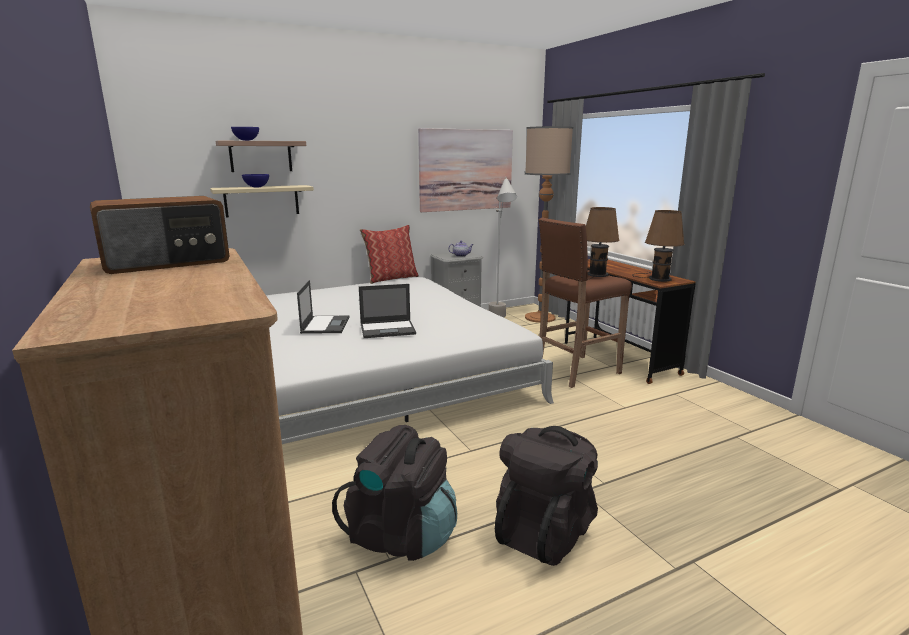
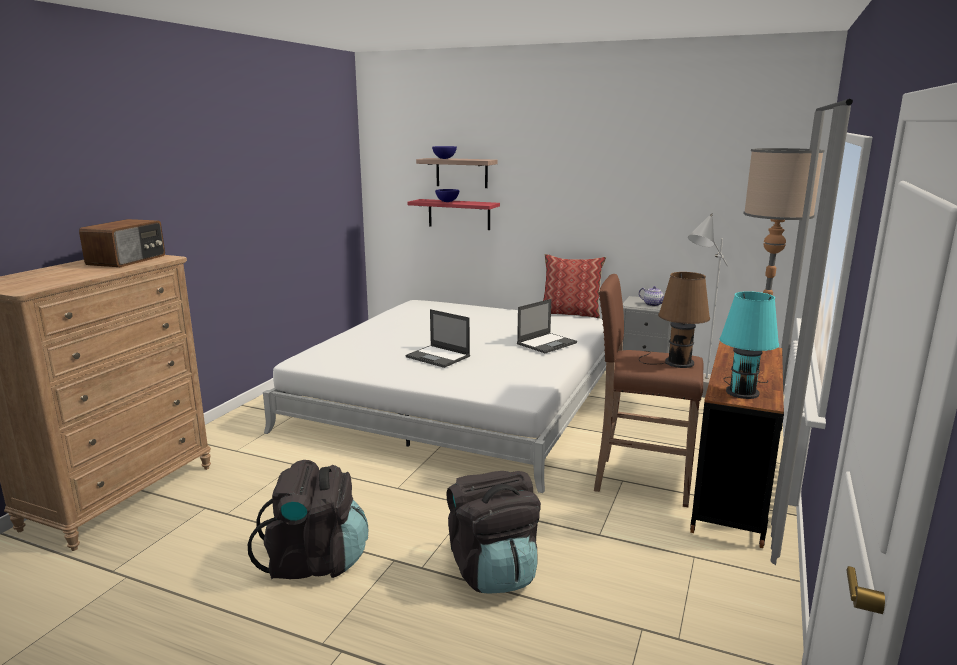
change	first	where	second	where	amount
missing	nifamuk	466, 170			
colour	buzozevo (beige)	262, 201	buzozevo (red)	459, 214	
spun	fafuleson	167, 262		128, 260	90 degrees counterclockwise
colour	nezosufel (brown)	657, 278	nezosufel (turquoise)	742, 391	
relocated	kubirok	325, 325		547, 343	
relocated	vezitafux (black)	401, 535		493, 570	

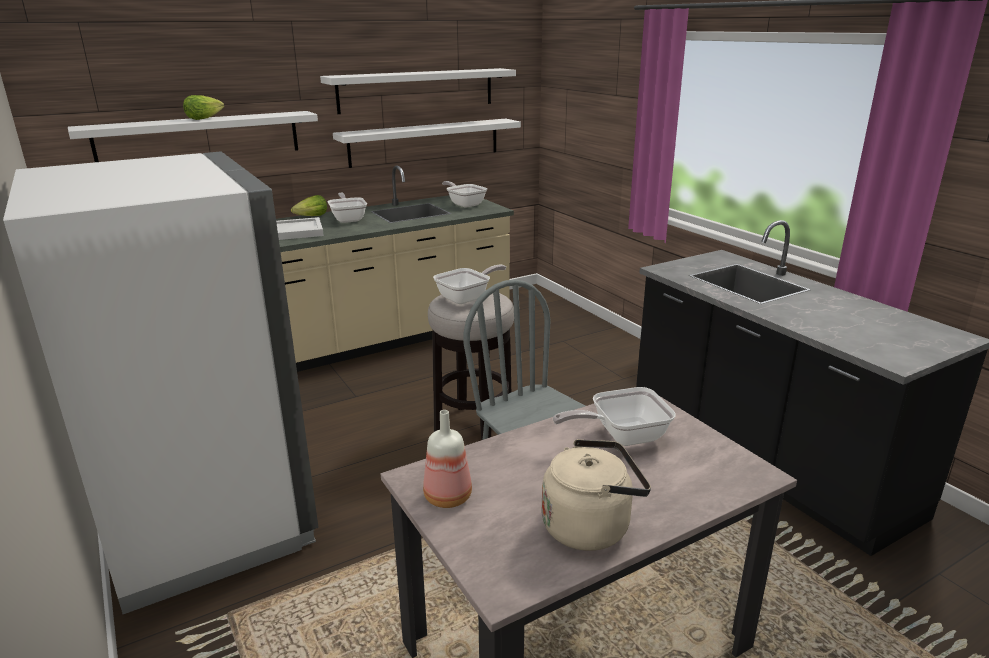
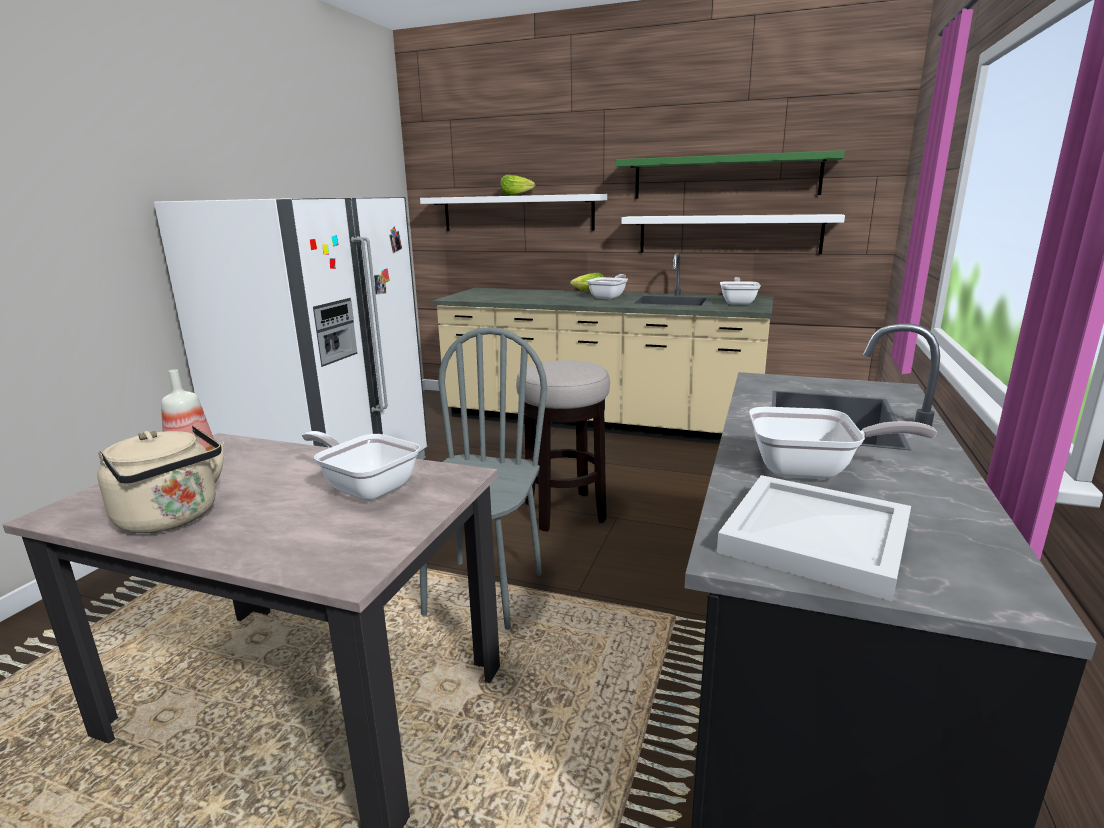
change	first	where	second	where	amount
colour	buzozevo (white)	417, 90	buzozevo (green)	725, 177	
relocated	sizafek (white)	296, 232		812, 538	
relocated	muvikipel	467, 298		812, 470	

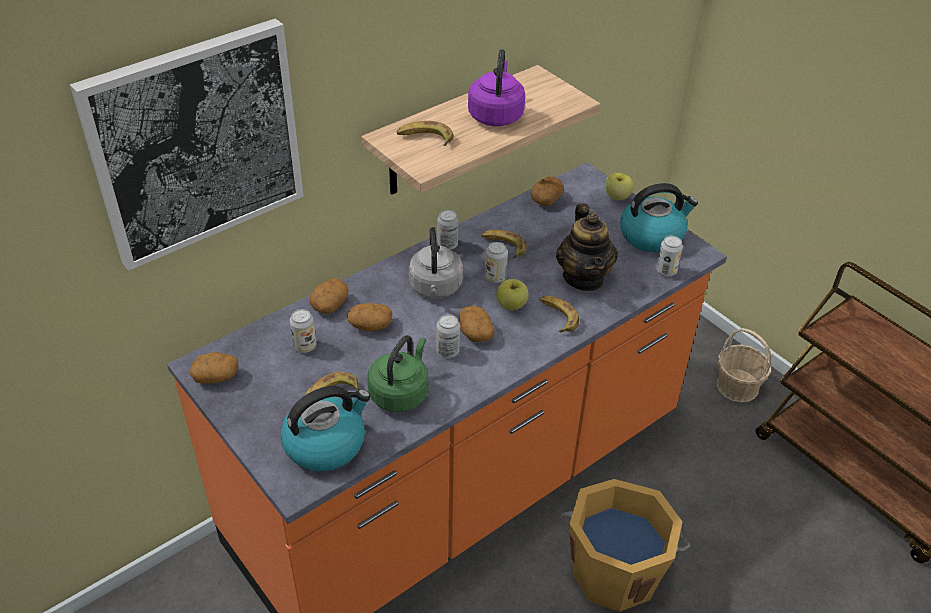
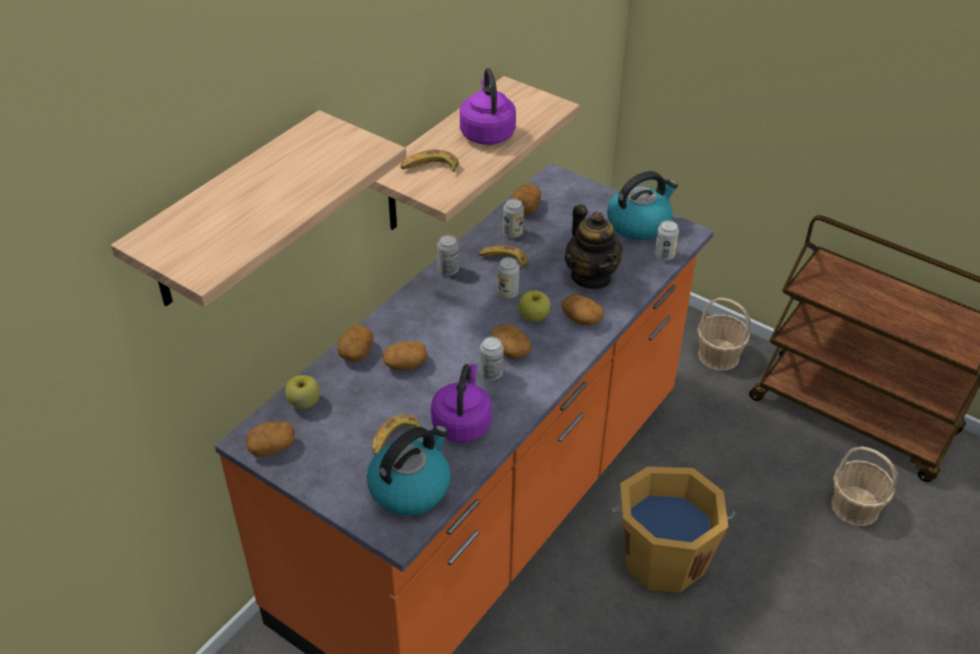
change	first	where	second	where	amount
exchanged	nifamuk	196, 143	buzozevo	230, 213	
relocated	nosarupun	617, 197		304, 403	
missing	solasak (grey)	435, 288			
exchanged	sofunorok	557, 316	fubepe	581, 319	
relocated	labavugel	305, 346		512, 233	
colour	solasak (green)	400, 392	solasak (purple)	462, 422	
appeared			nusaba	855, 506	

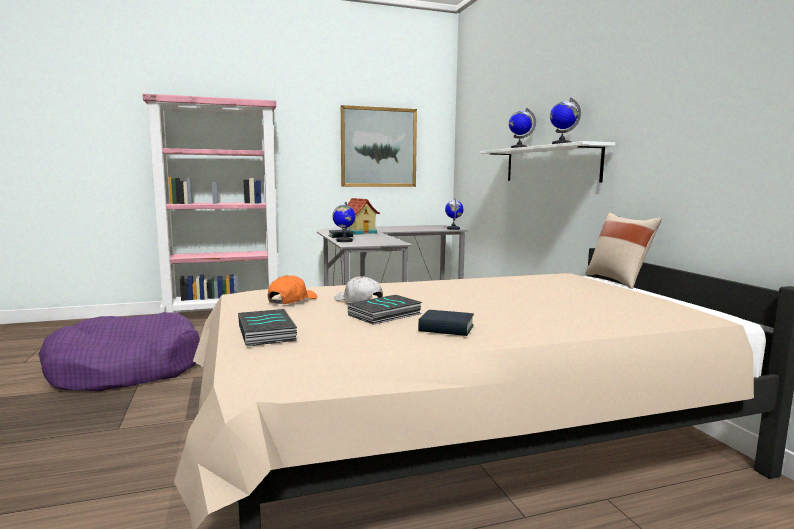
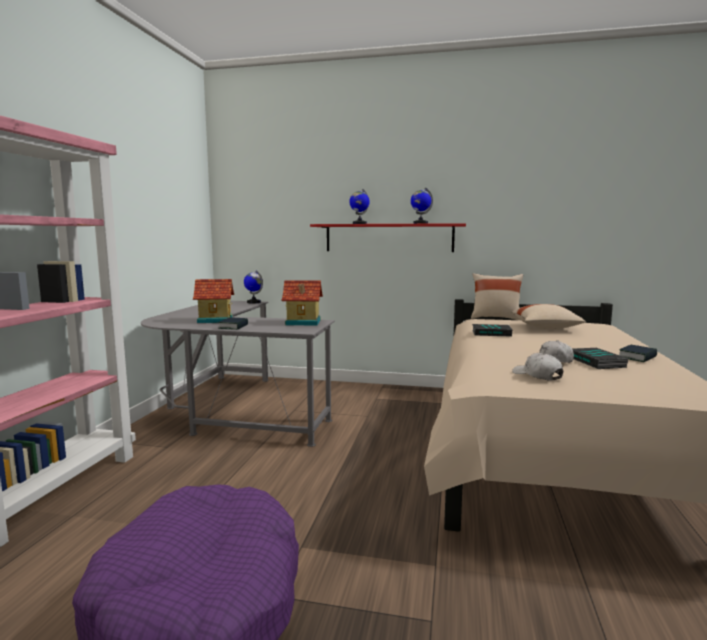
change	first	where	second	where	amount
missing	nifamuk	378, 147			
colour	buzozevo (white)	549, 164	buzozevo (red)	389, 238	
missing	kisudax	344, 241			
colour	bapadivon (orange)	292, 300	bapadivon (white)	537, 376	
relocated	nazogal	268, 333		491, 333	
appeared			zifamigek	303, 322	
appeared			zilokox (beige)	546, 328	

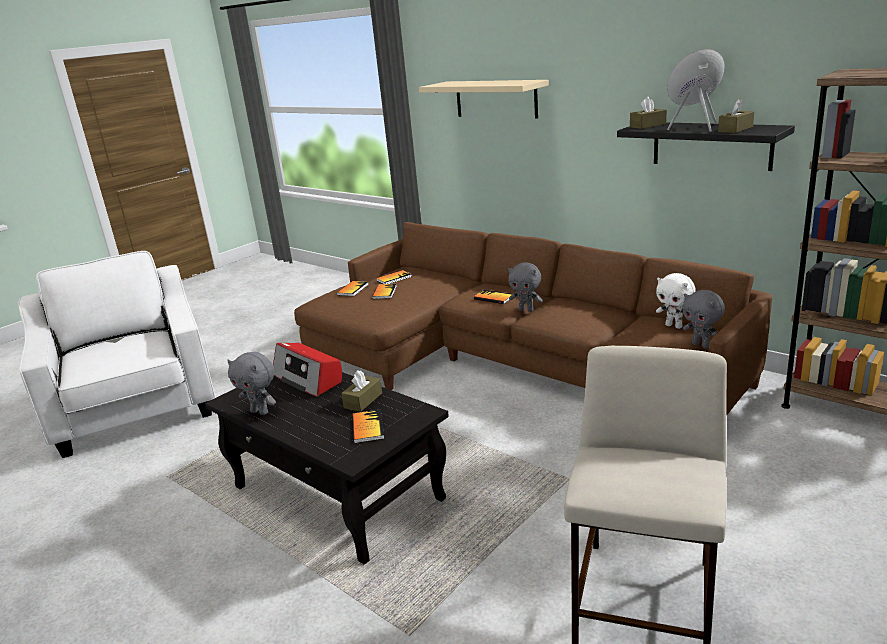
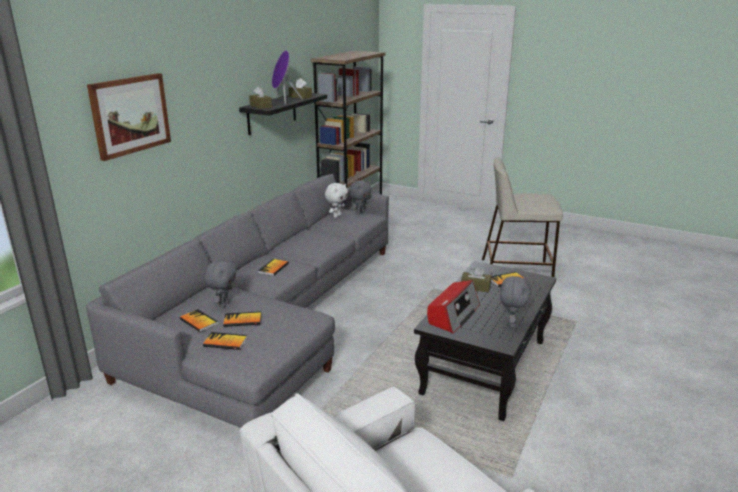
change	first	where	second	where	amount
exchanged	buzozevo (beige)	495, 99	nifamuk	130, 115	
colour	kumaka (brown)	503, 358	kumaka (grey)	273, 319	
relocated	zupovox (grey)	526, 310		223, 304	

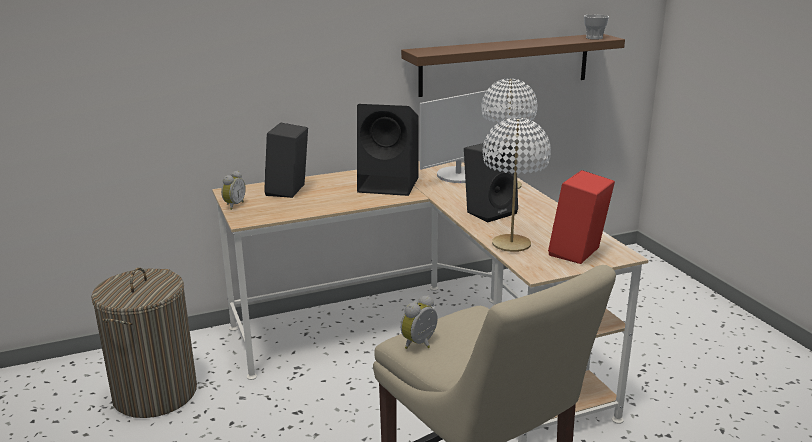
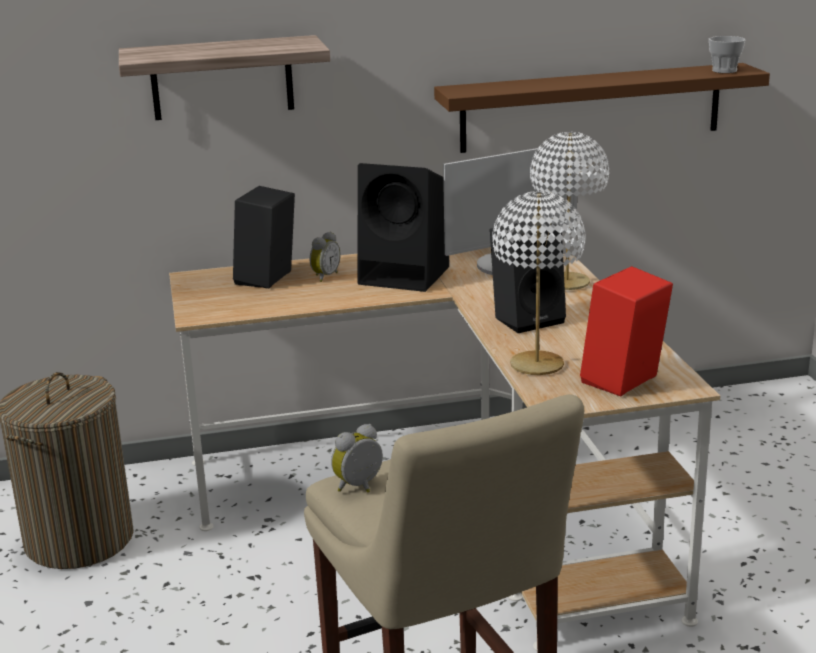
change	first	where	second	where	amount
relocated	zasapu	233, 205		324, 276	
appeared			buzozevo	222, 78	

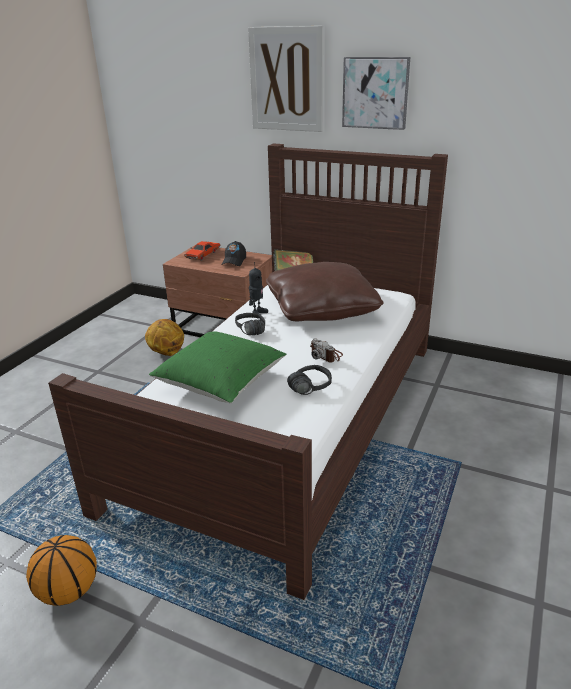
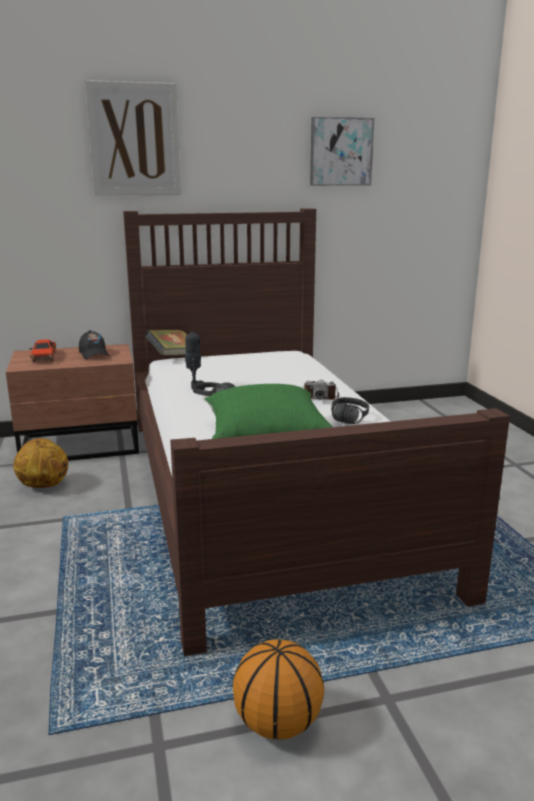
change	first	where	second	where	amount
relocated	nifamuk	375, 93		340, 152	
missing	zilokox (brown)	321, 309			

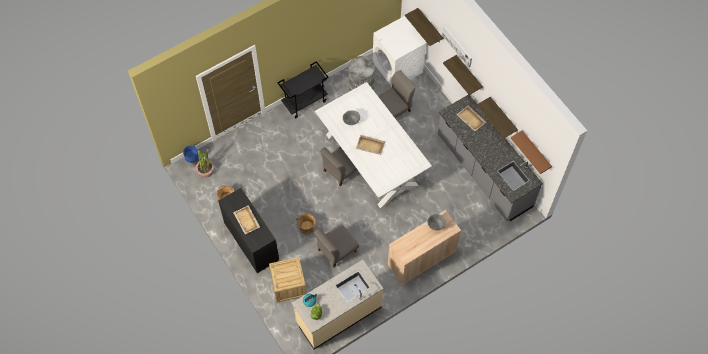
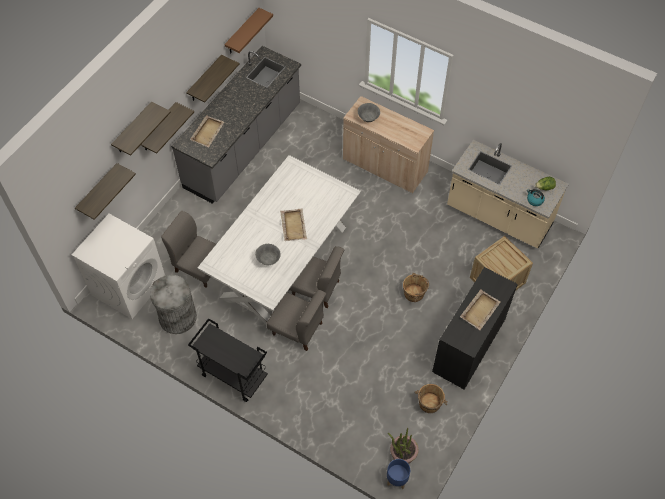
change	first	where	second	where	amount
exchanged	nifamuk	457, 46	buzozevo	133, 129	
relocated	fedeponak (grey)	336, 250		297, 329	

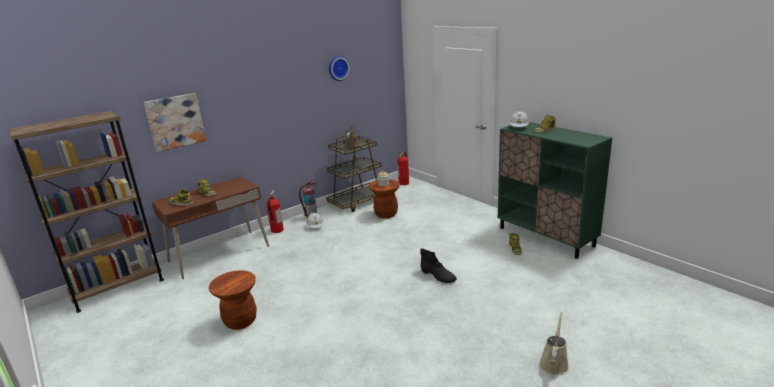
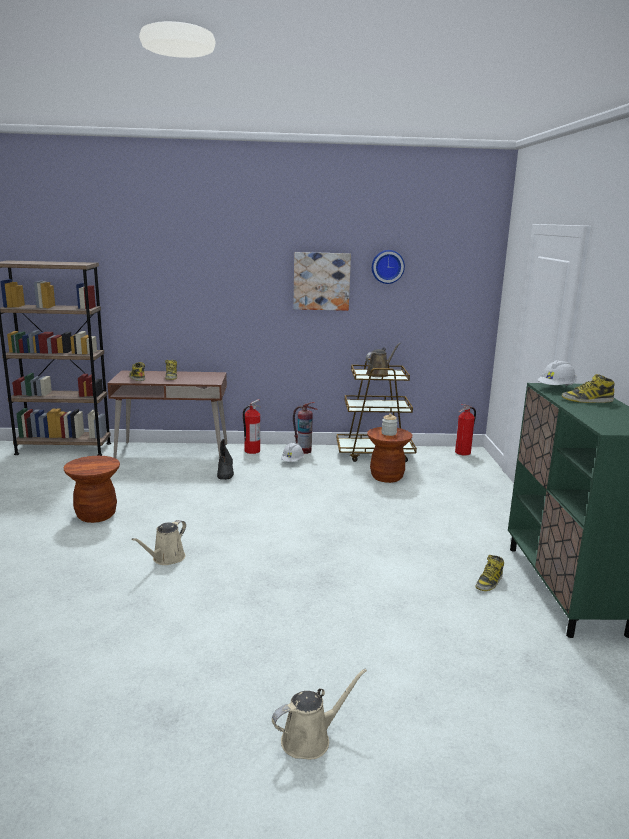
change	first	where	second	where	amount
relocated	nifamuk	175, 121		321, 281	
relocated	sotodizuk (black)	438, 276		225, 473	
appeared			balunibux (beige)	166, 559	

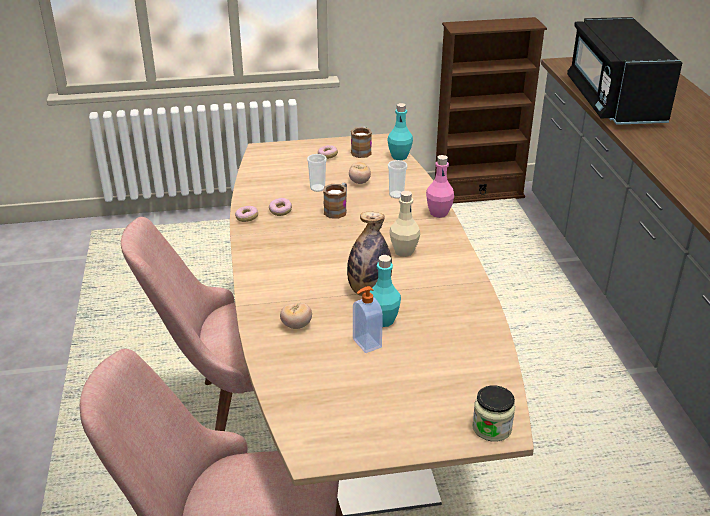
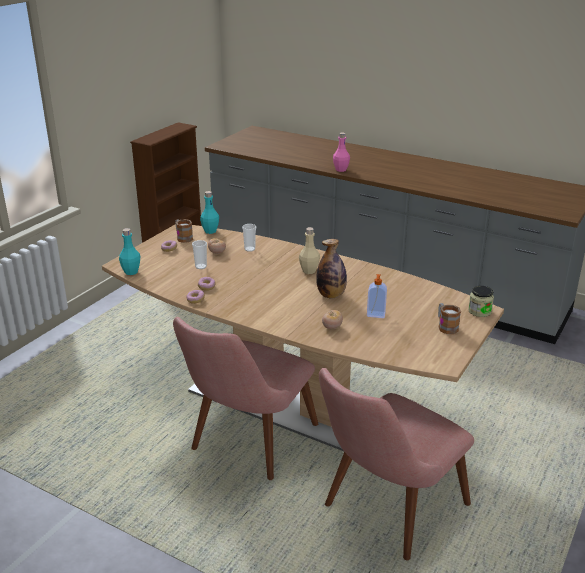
change	first	where	second	where	amount
missing	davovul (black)	614, 101			
relocated	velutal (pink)	438, 213		341, 170	
relocated	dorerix	337, 210		446, 326	
relocated	velutal (turquoise)	383, 320		131, 272	

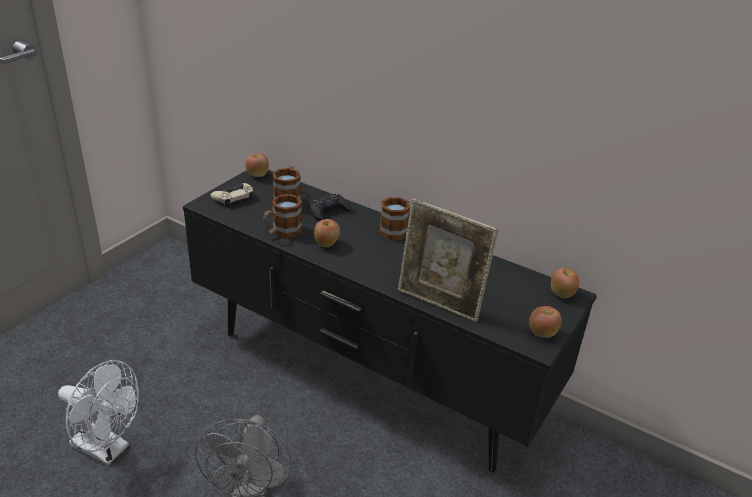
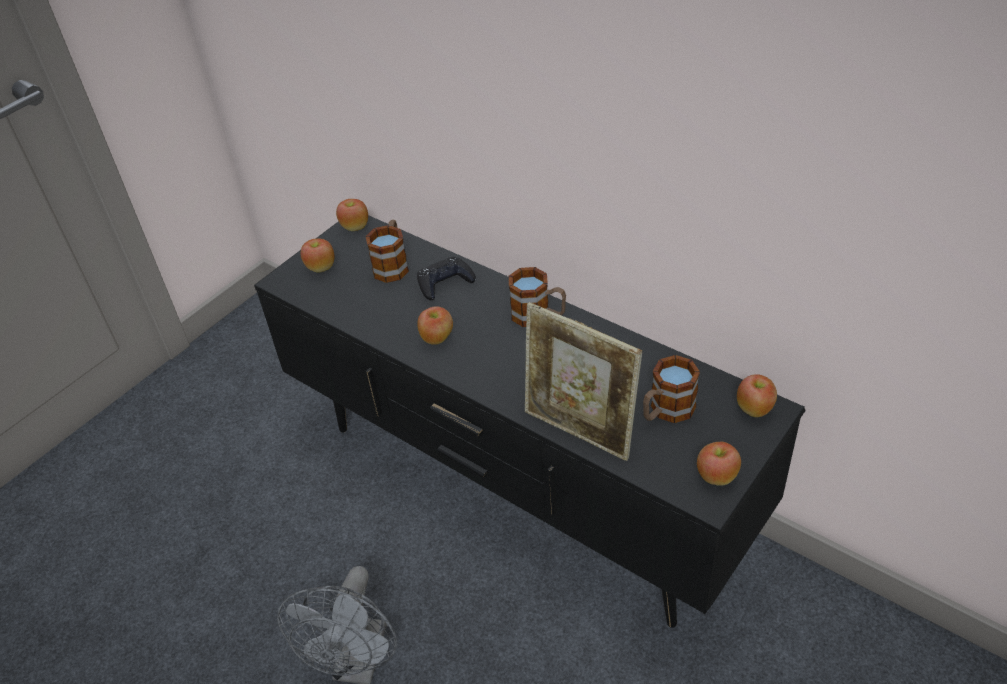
change	first	where	second	where	amount
exchanged	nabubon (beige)	233, 198	nosarupun	321, 268	
relocated	dorerix	282, 232		666, 411	
missing	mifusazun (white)	107, 449			

